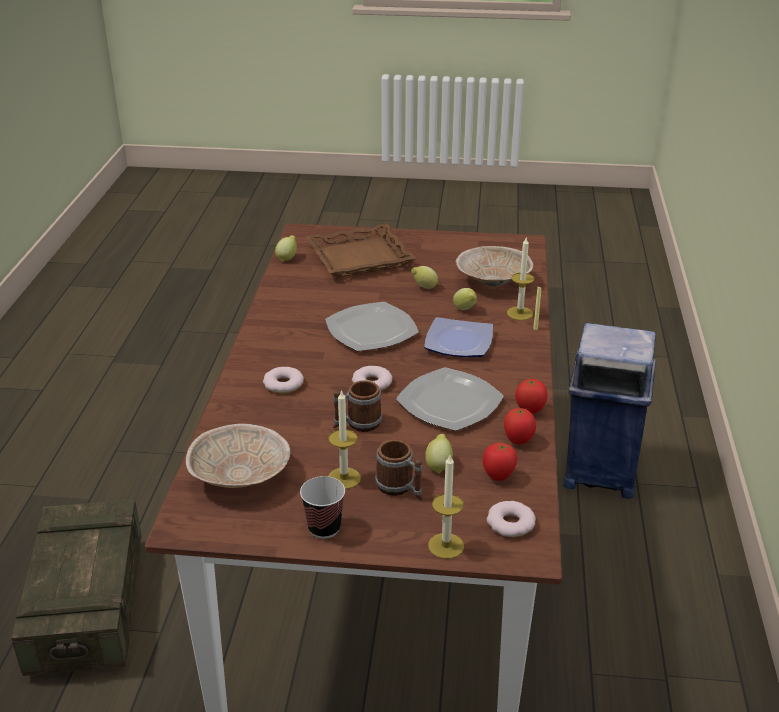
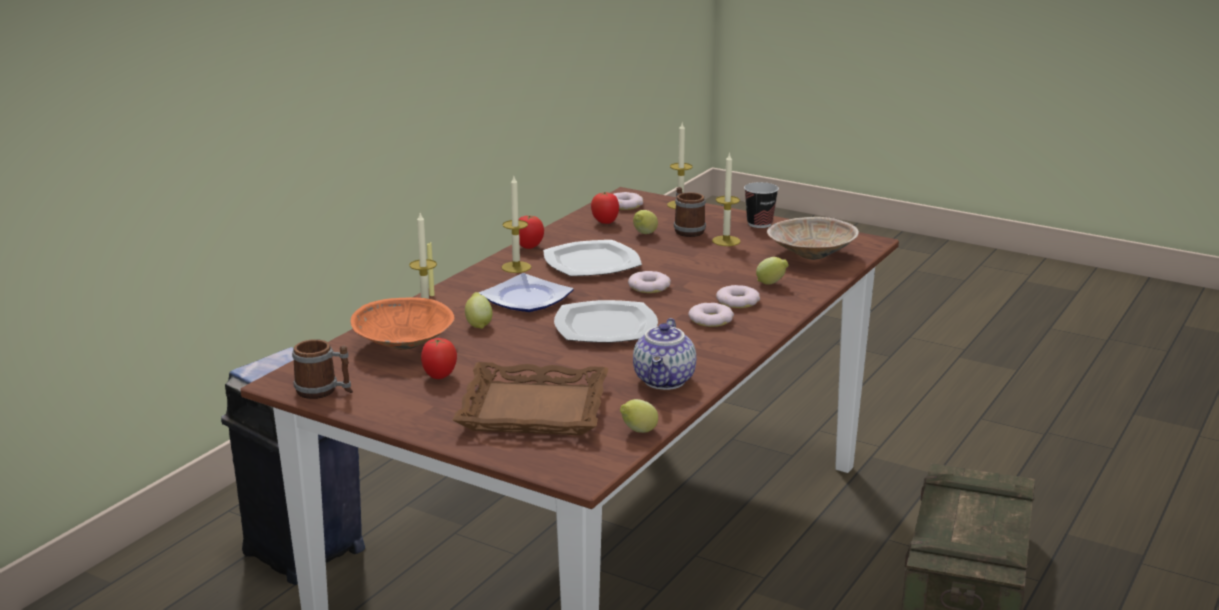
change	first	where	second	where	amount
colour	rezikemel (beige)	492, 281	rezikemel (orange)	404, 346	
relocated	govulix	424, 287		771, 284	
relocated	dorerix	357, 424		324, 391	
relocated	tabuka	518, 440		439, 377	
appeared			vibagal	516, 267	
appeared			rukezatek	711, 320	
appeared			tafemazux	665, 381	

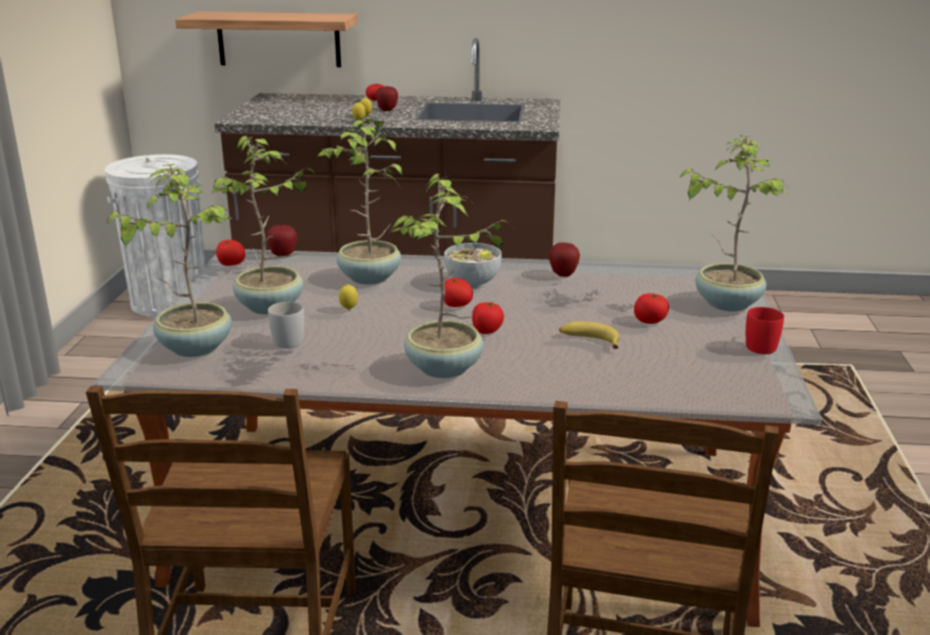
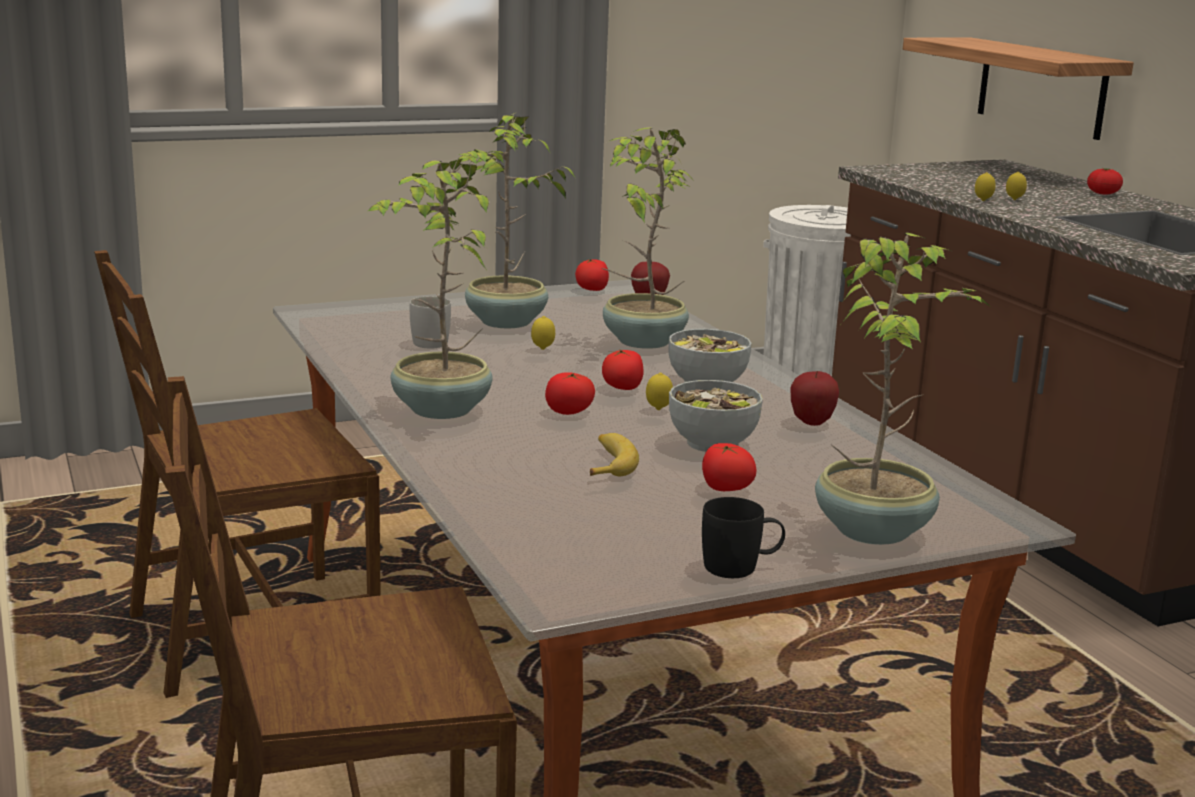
change	first	where	second	where	amount
missing	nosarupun	387, 110			
missing	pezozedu	194, 347			
colour	dorerix (red)	761, 345	dorerix (black)	741, 567	
appeared			govulix	658, 410	
appeared			rezikemel	713, 443	

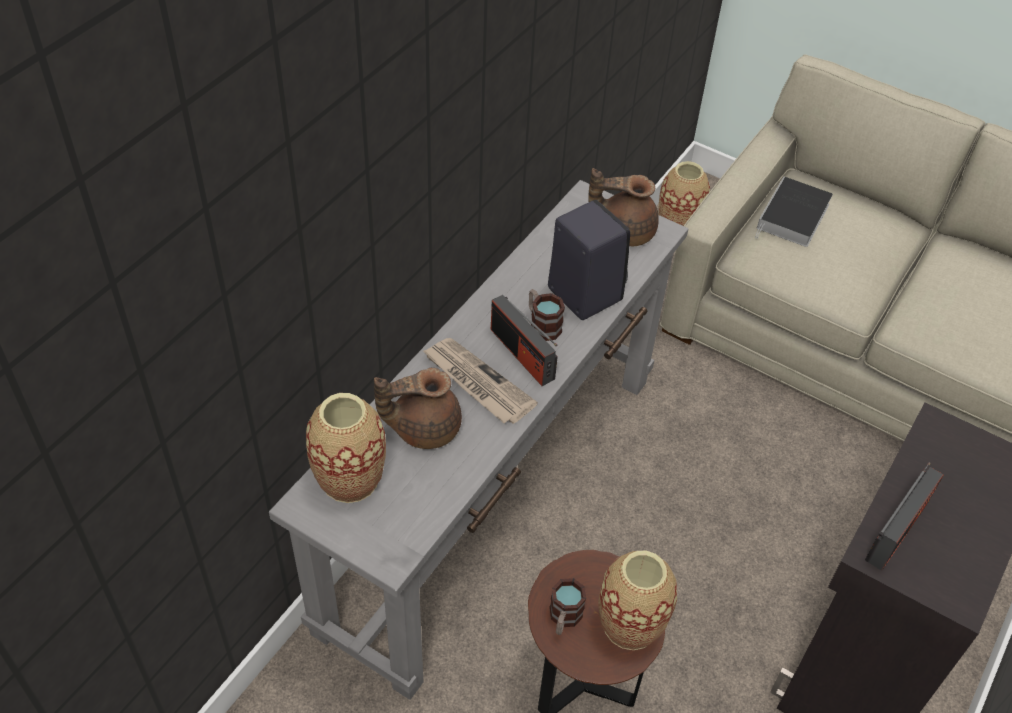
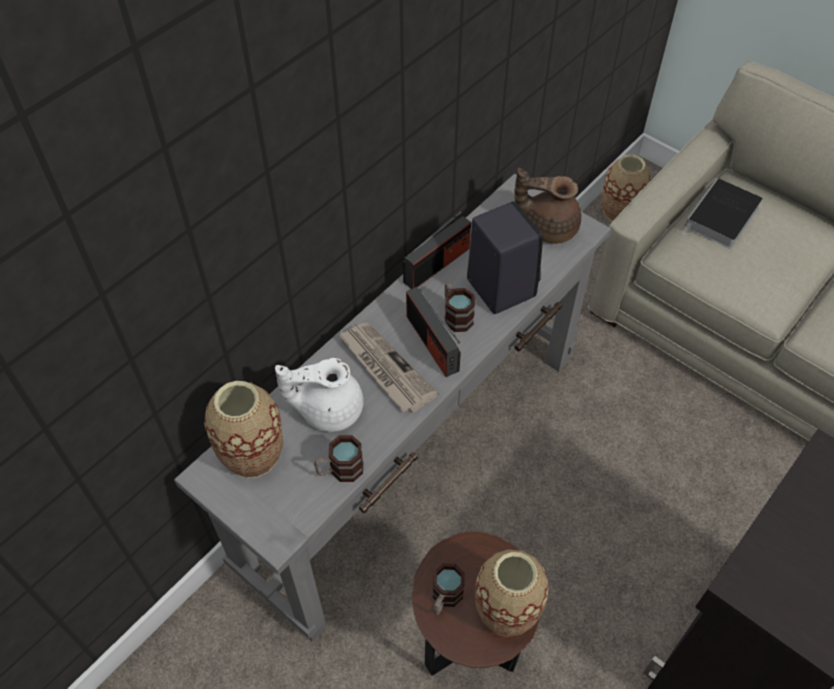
change	first	where	second	where	amount
colour	tafemazux (brown)	423, 427	tafemazux (white)	328, 409	
relocated	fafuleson	897, 531		437, 265	
appeared			dorerix	340, 470	

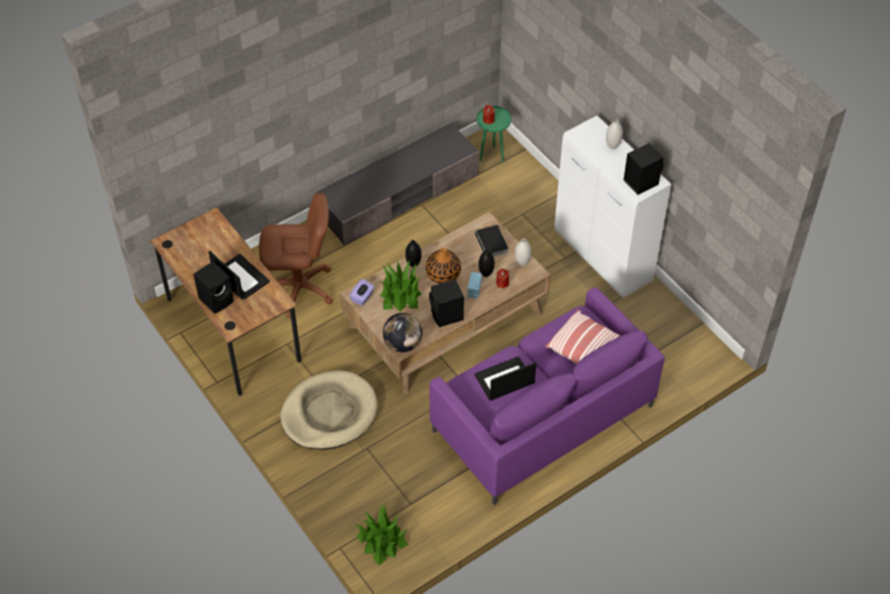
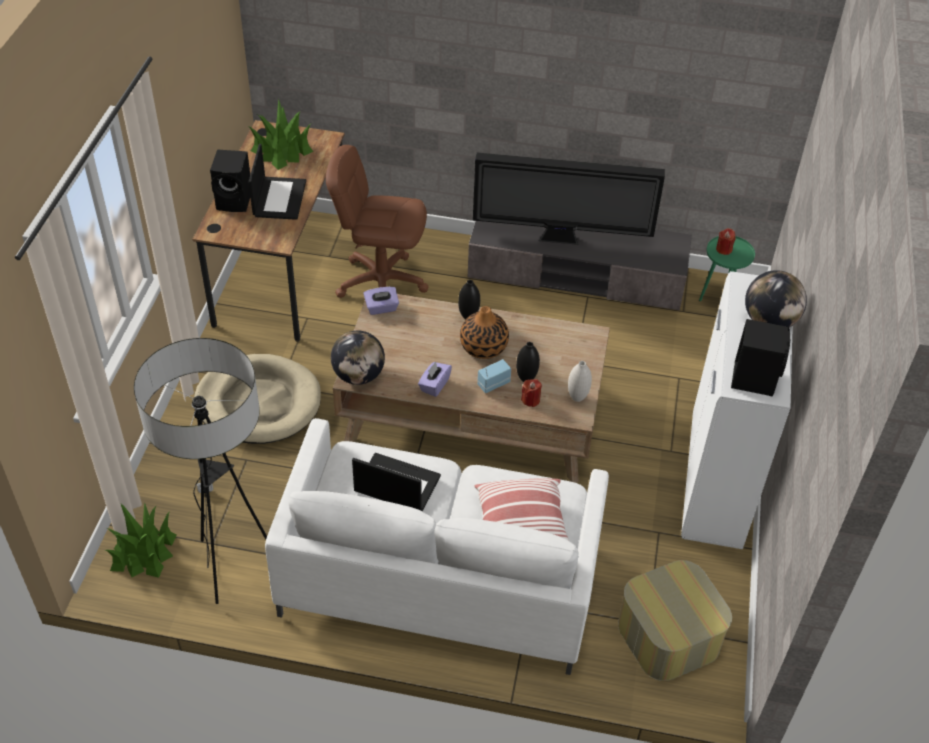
change	first	where	second	where	amount
exchanged	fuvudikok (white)	612, 146	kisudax	769, 321	
spun	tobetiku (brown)	300, 288		381, 283	150 degrees clockwise
missing	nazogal	492, 244			
relocated	pezozedu	400, 294		282, 150	
exchanged	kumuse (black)	447, 316	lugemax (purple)	434, 385	
colour	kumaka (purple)	542, 418	kumaka (white)	439, 581	
appeared			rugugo	561, 239	
appeared			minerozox	230, 565	
appeared			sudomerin	668, 636	

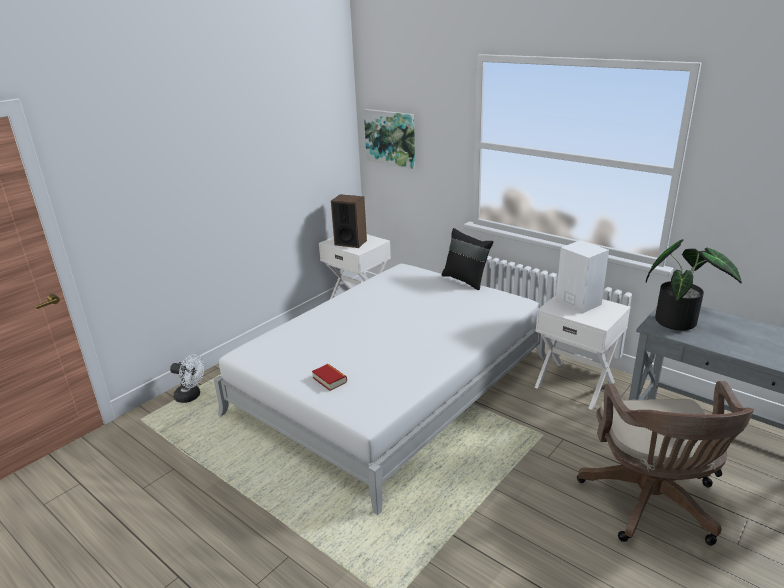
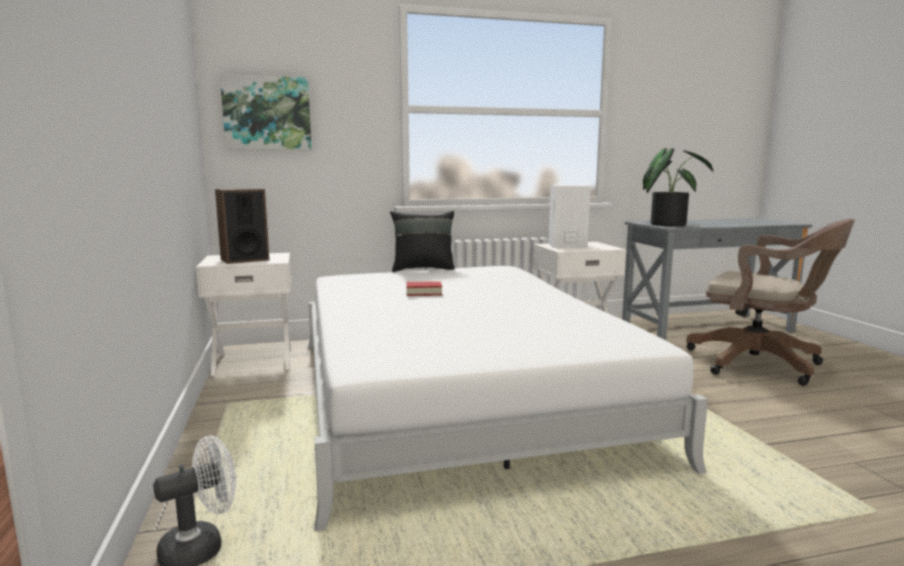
change	first	where	second	where	amount
relocated	nazogal	329, 380		424, 293	

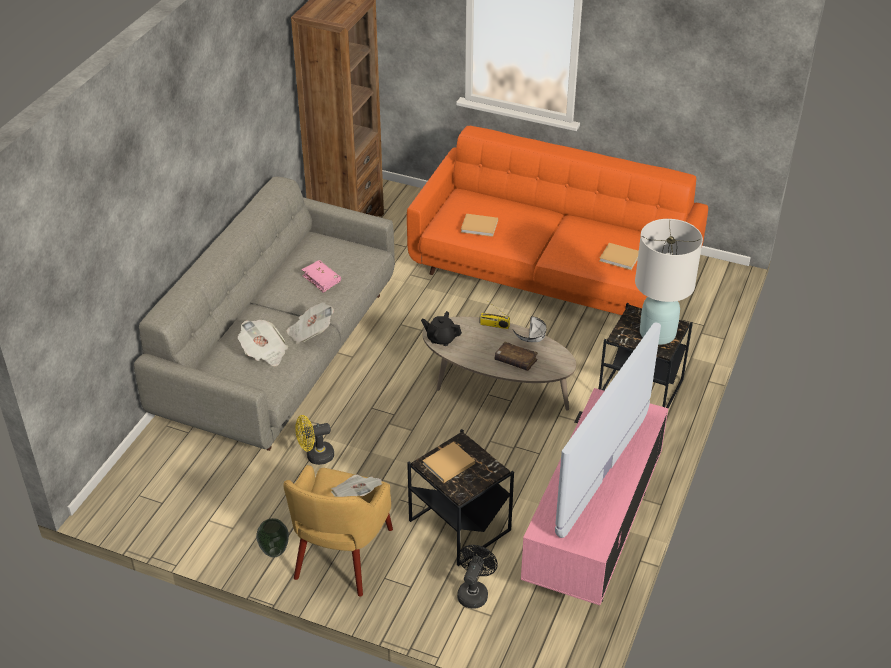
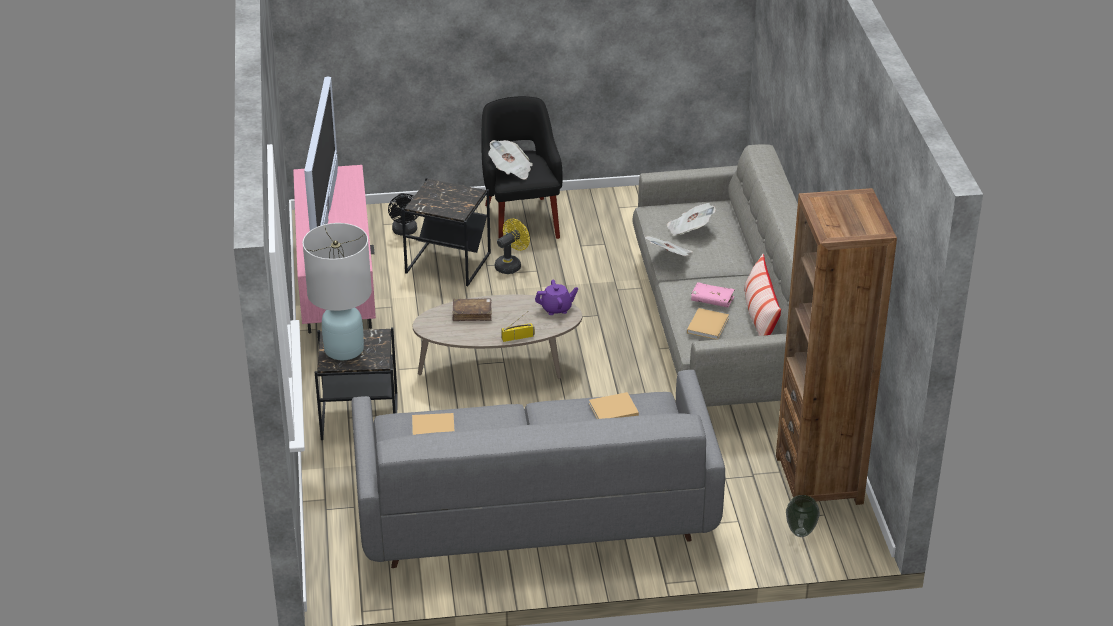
change	first	where	second	where	amount
colour	kumaka (orange)	552, 273	kumaka (grey)	534, 508	
colour	tafemazux (black)	441, 338	tafemazux (purple)	556, 309	
missing	rezikemel (white)	532, 339			
relocated	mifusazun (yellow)	315, 456		511, 265	
relocated	nazogal (beige)	447, 464		708, 324	
colour	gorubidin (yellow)	342, 555	gorubidin (black)	521, 219	
relocated	fuvudikok	275, 552		800, 533	
appeared			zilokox	760, 317	

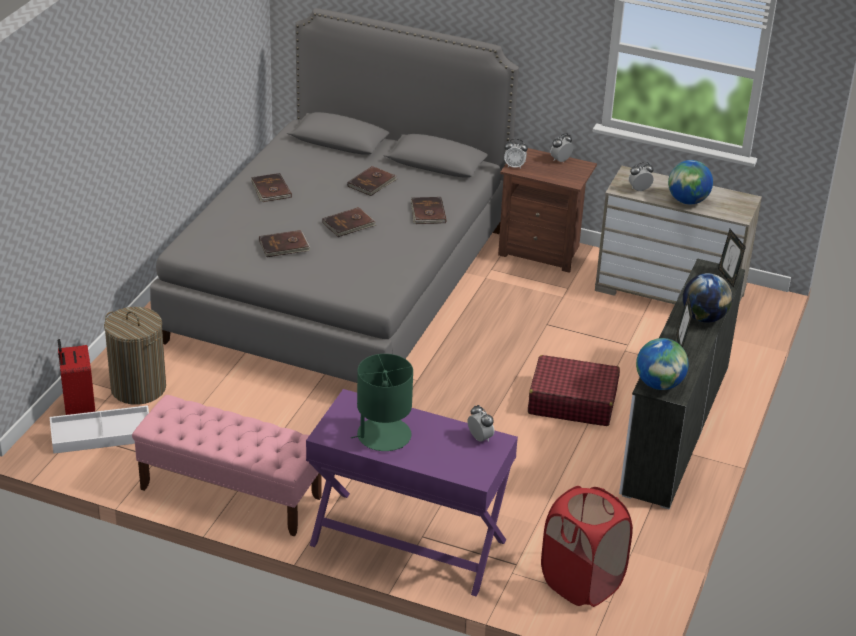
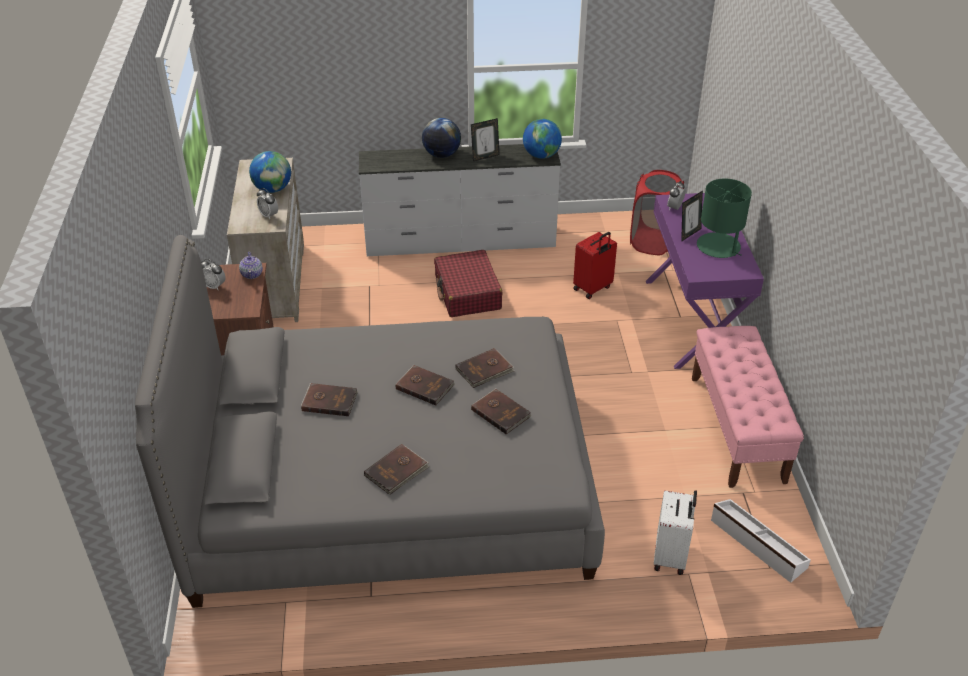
change	first	where	second	where	amount
missing	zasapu	514, 166			
relocated	nazogal (brown)	427, 213		485, 370	
relocated	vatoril	728, 277		689, 234	
exchanged	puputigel	138, 388	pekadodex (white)	671, 556	
relocated	pekadodex (red)	78, 411		593, 288	
appeared			tafemazux	252, 274	

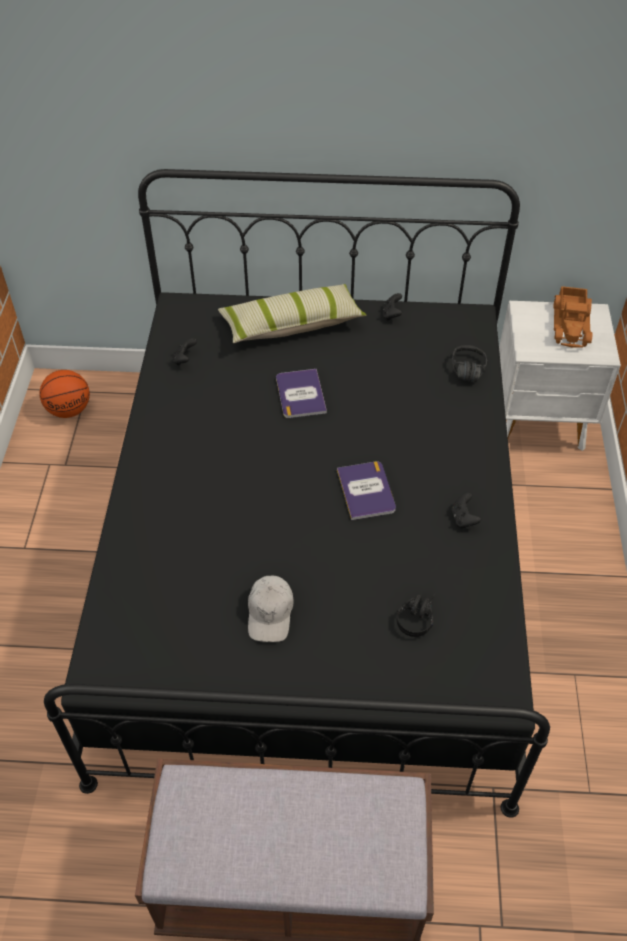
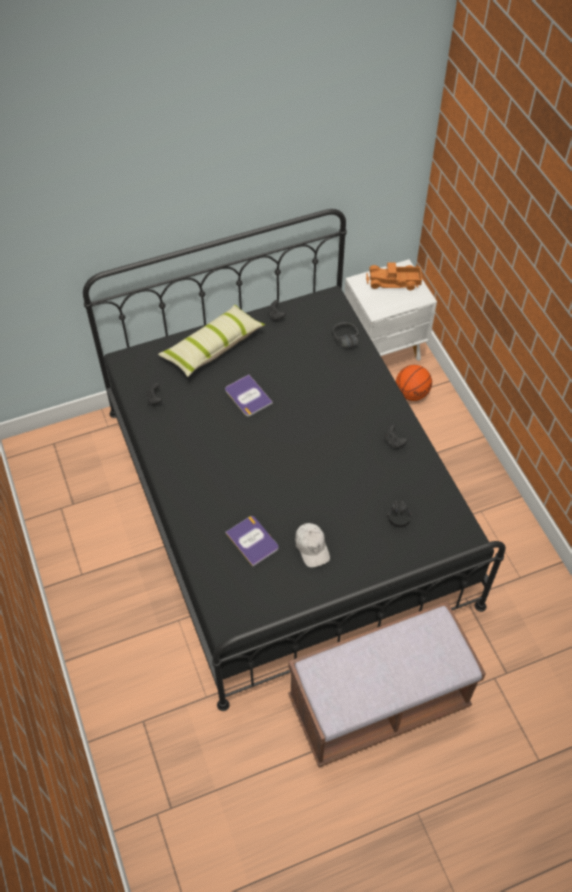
change	first	where	second	where	amount
spun	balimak	571, 324		394, 282	105 degrees clockwise
relocated	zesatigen	70, 409		412, 393	
relocated	nazogal	366, 491		252, 541	

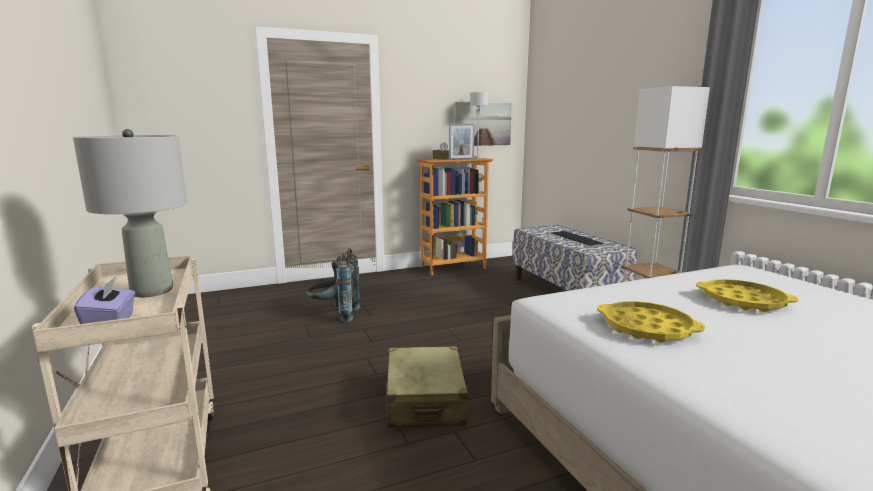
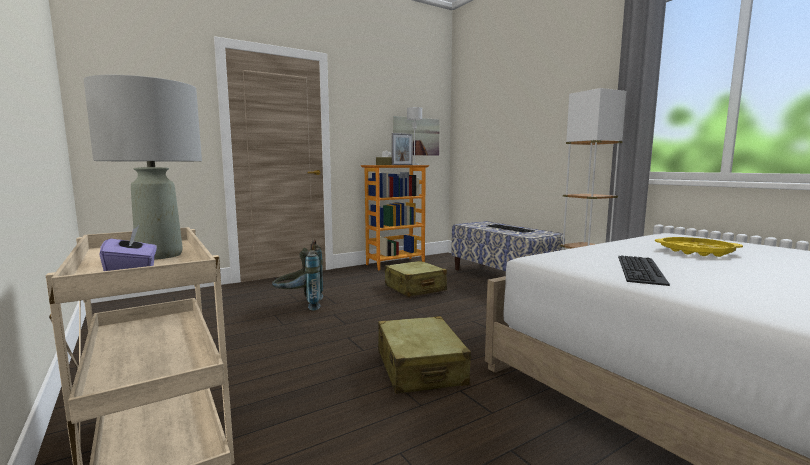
change	first	where	second	where	amount
exchanged	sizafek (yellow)	647, 328	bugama	643, 270	
appeared			pekadodex (beige)	414, 288	

